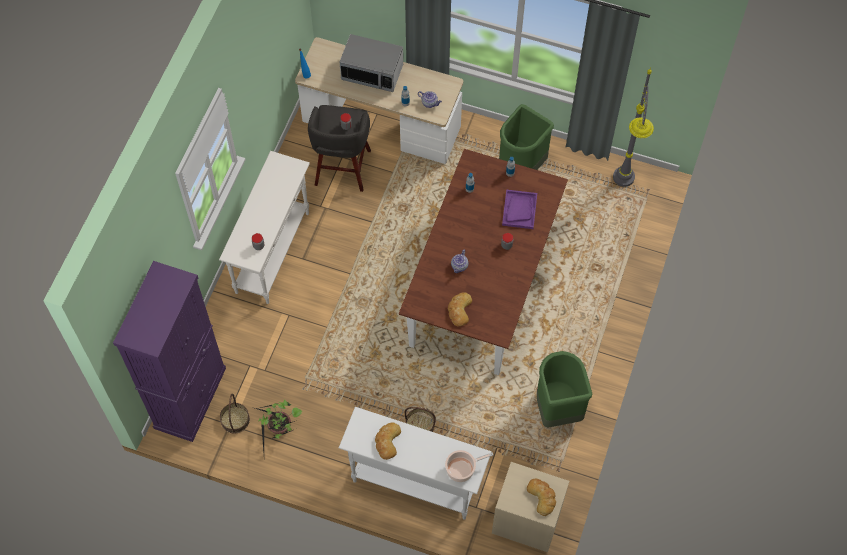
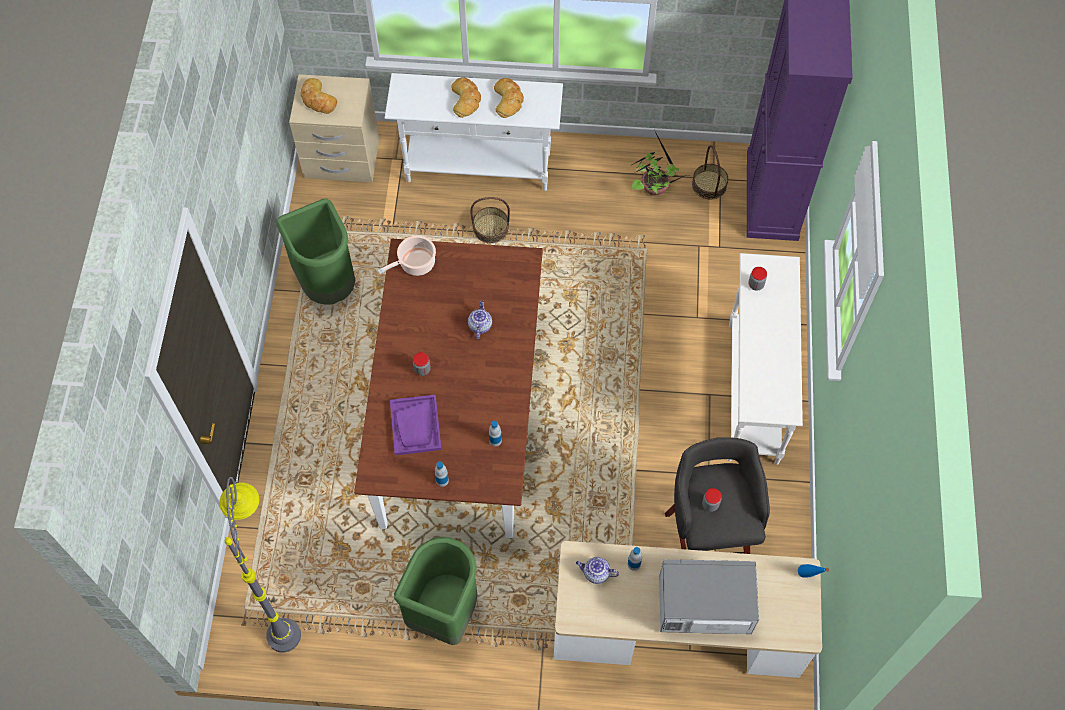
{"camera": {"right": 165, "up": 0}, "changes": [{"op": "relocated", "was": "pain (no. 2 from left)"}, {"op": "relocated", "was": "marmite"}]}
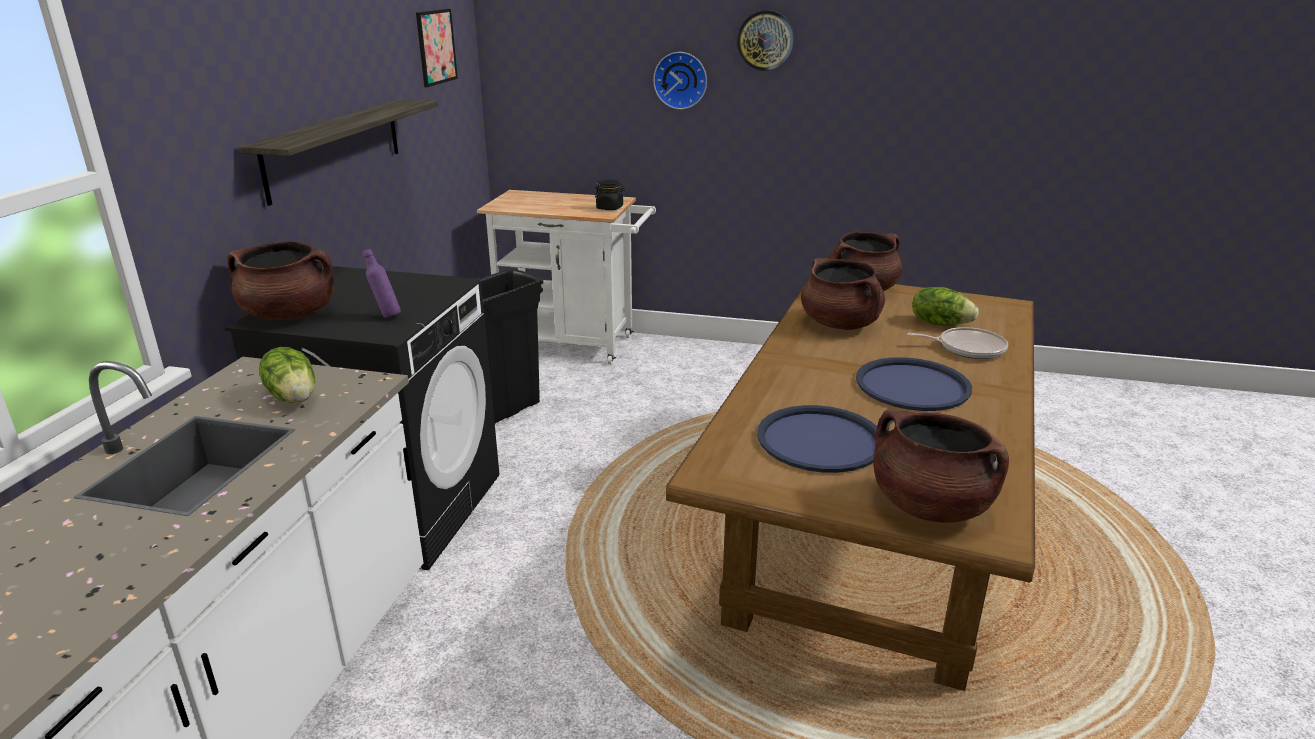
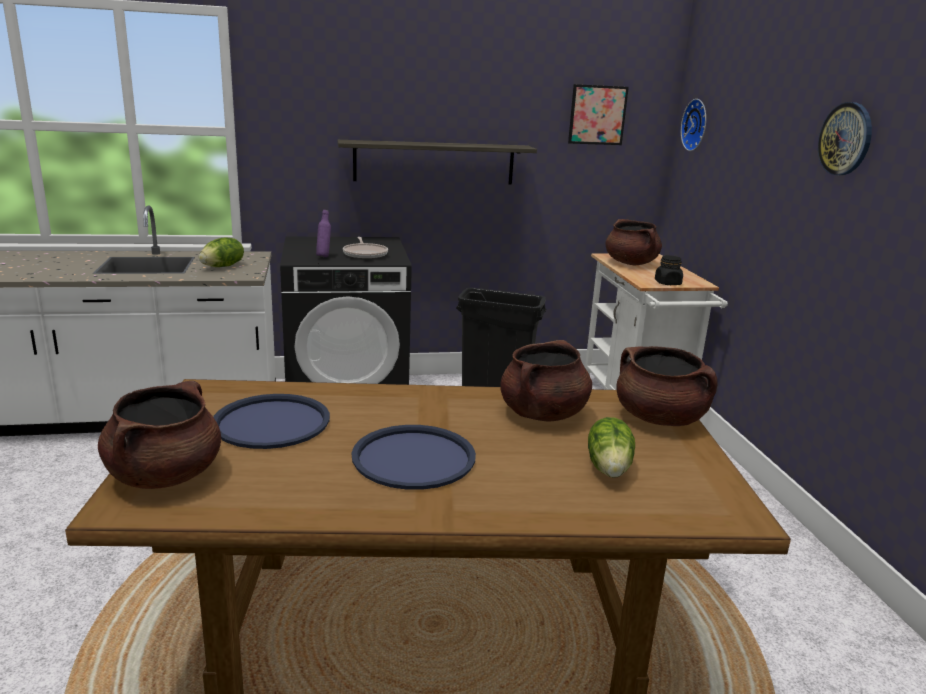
{"camera": {"right": 65, "up": -5}, "changes": [{"op": "relocated", "was": "horloge murale (no. 1 from left)"}, {"op": "relocated", "was": "marmite (marron) (no. 1 from left in the first image)", "now": "marmite (marron) (no. 3 from left)"}, {"op": "relocated", "was": "poêle"}]}
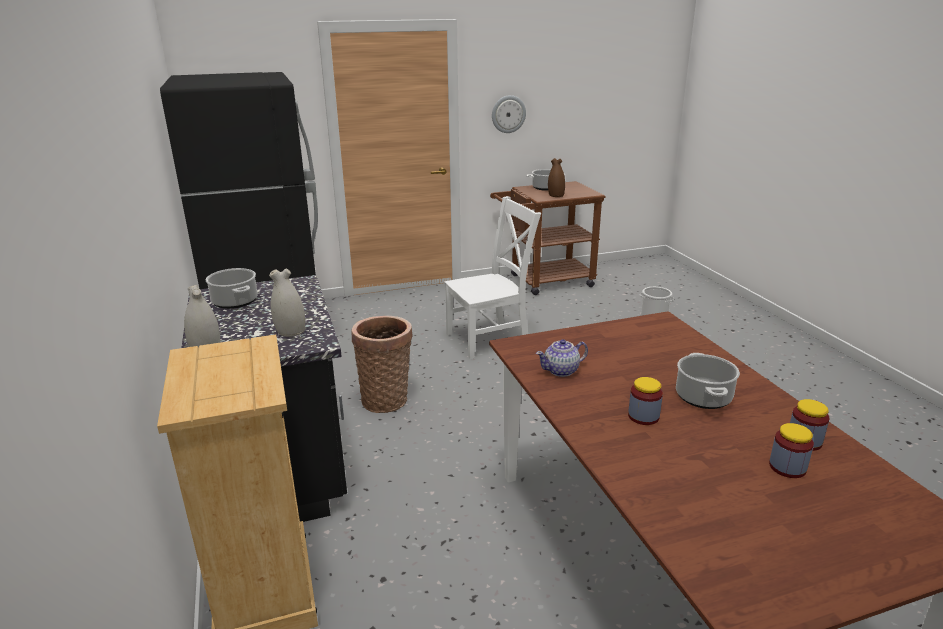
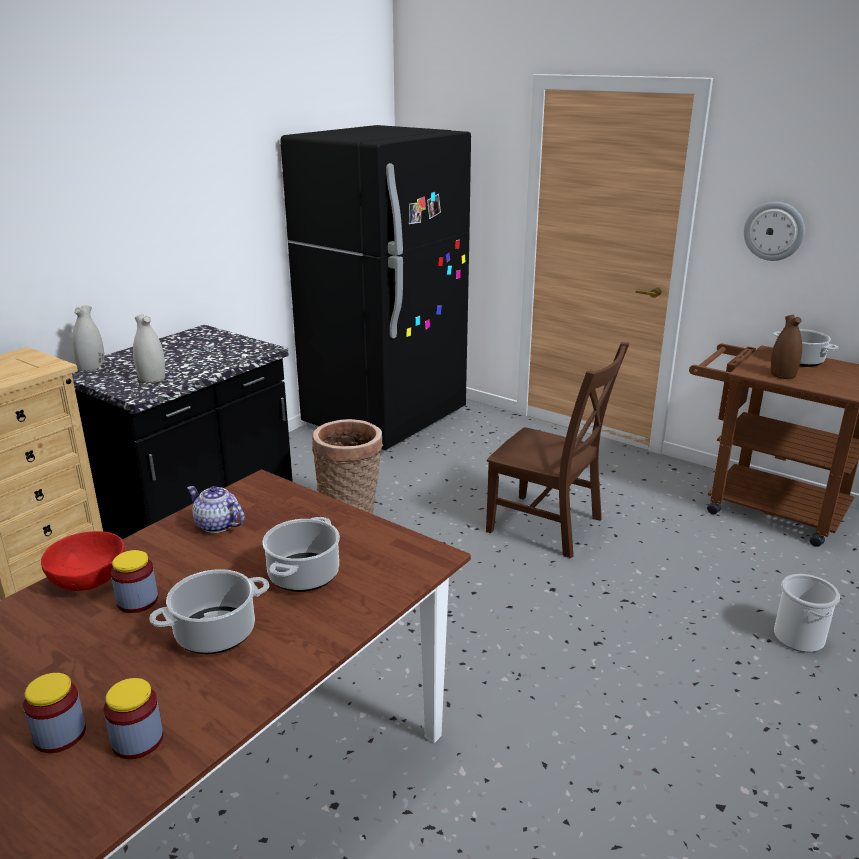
{"camera": {"right": 55, "up": 0}, "changes": [{"op": "colour", "was": "chaise (blanc)", "now": "chaise (marron)"}, {"op": "relocated", "was": "marmite (no. 1 from left in the first image)", "now": "marmite (no. 2 from left)"}, {"op": "appeared", "now": "bol (rouge)"}]}
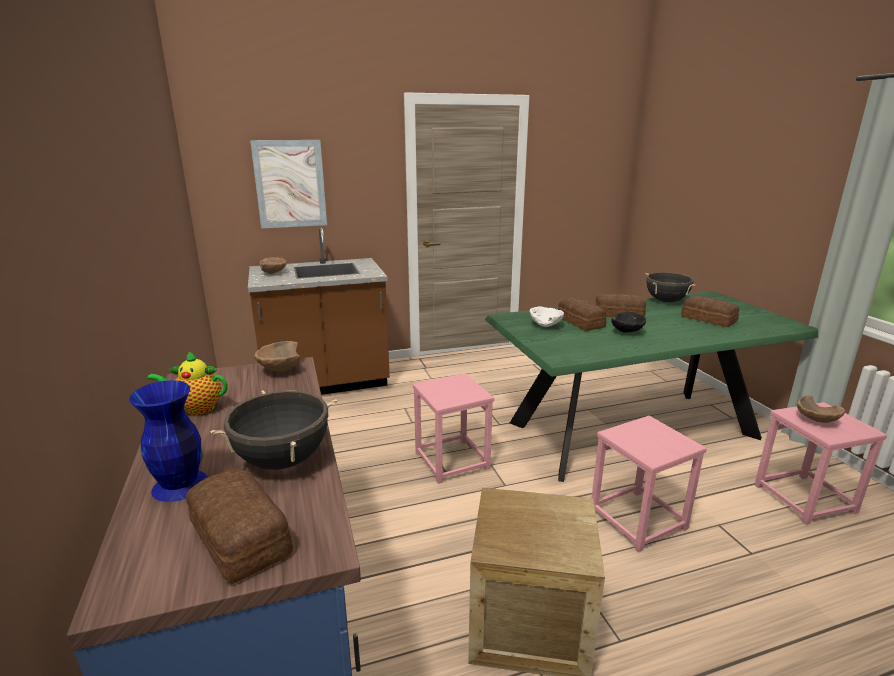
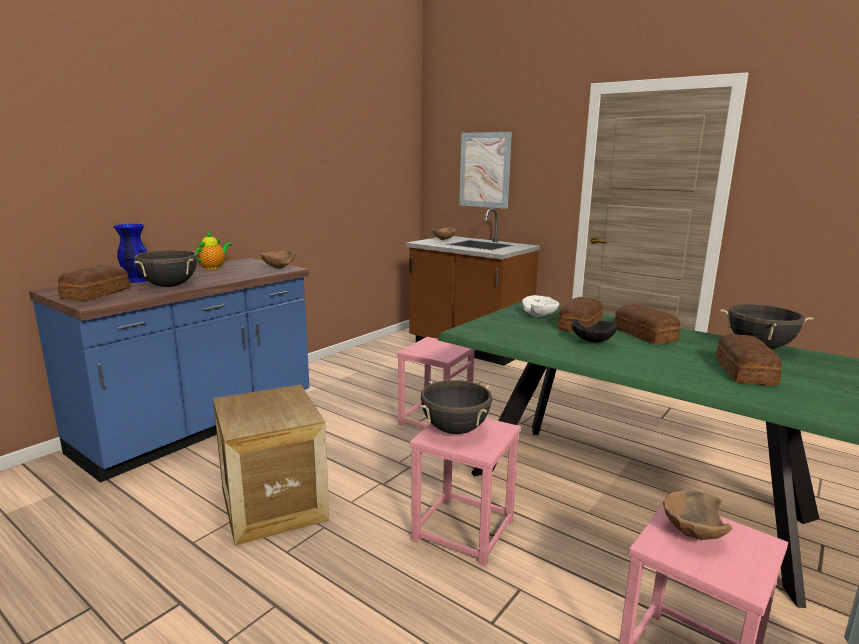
{"camera": {"right": 55, "up": -5}, "changes": [{"op": "spun", "was": "théière", "clockwise": 60}, {"op": "appeared", "now": "marmite (noir) (no. 2 from left)"}]}
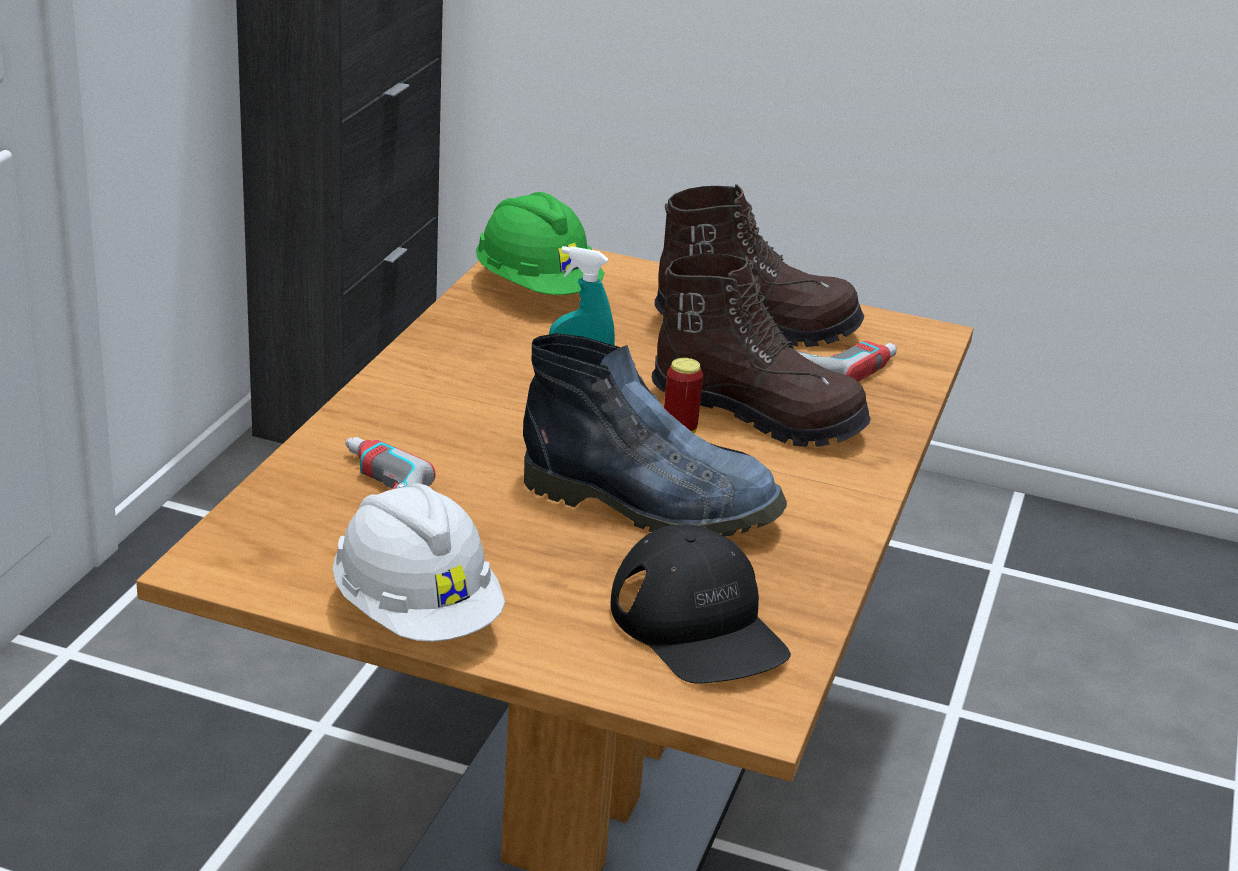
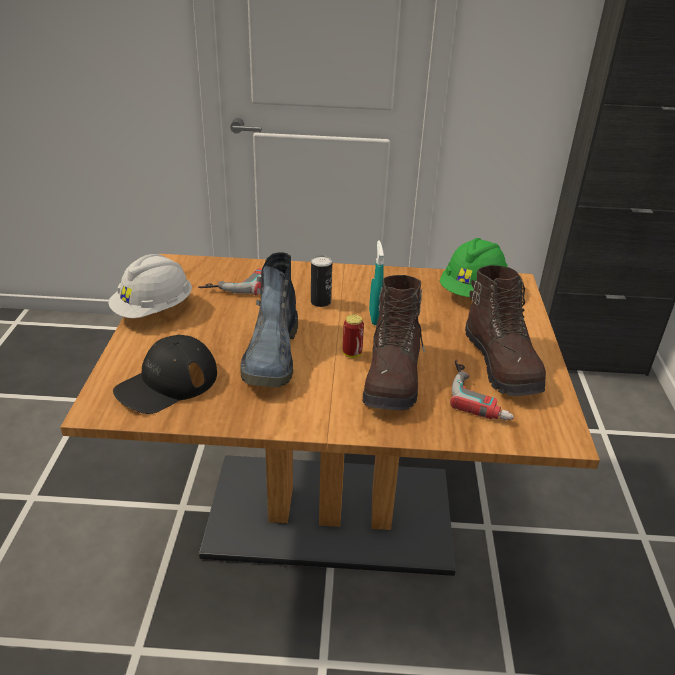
{"camera": {"right": 75, "up": 5}, "changes": [{"op": "appeared", "now": "boîte métallique (no. 1 from left)"}]}
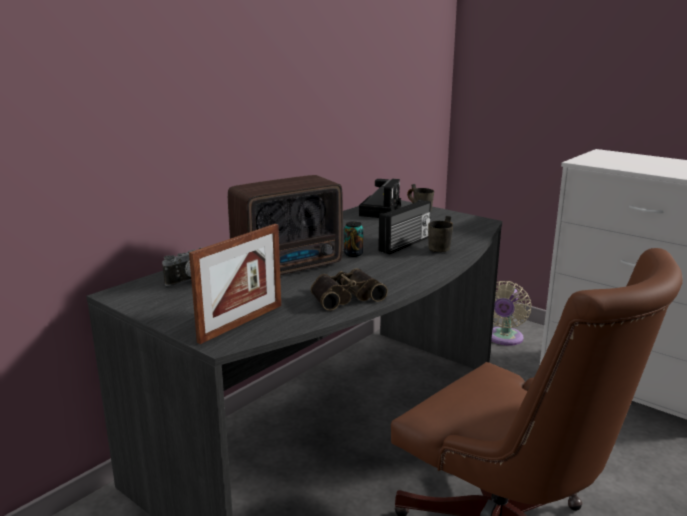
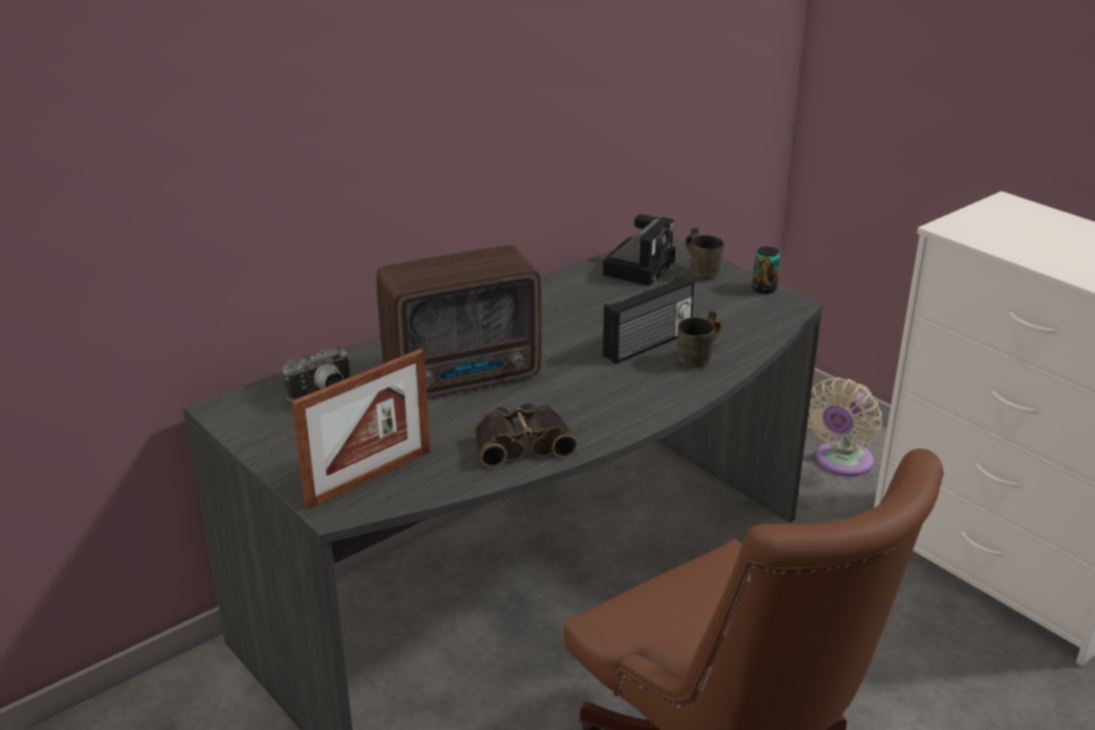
{"camera": {"right": 10, "up": 10}, "changes": [{"op": "relocated", "was": "boîte métallique"}]}
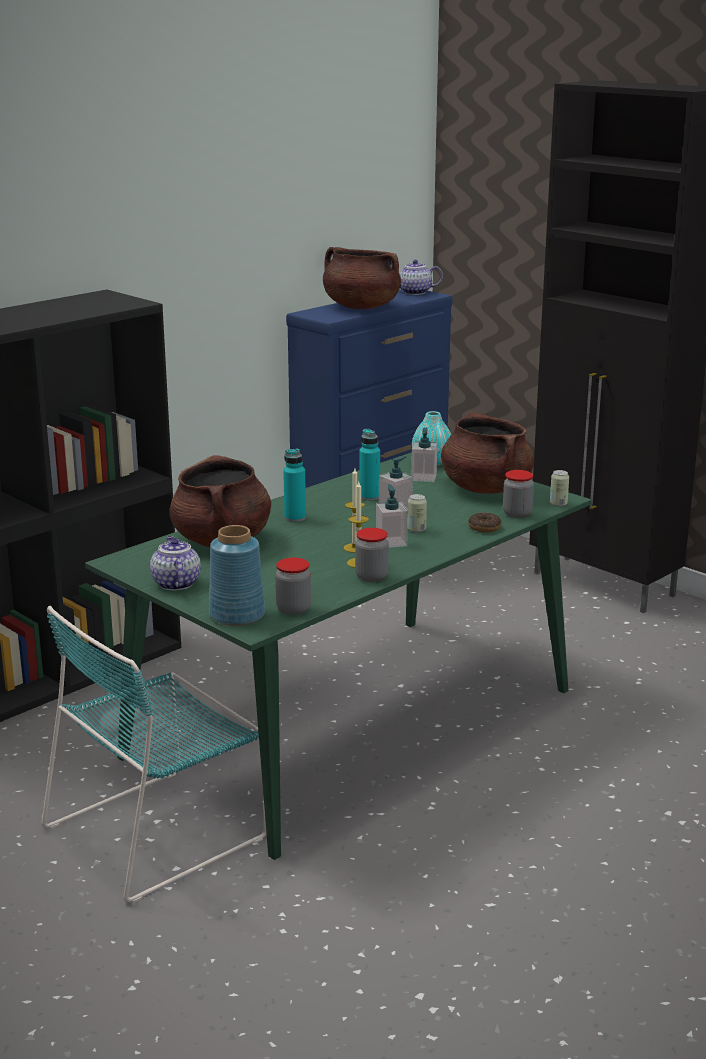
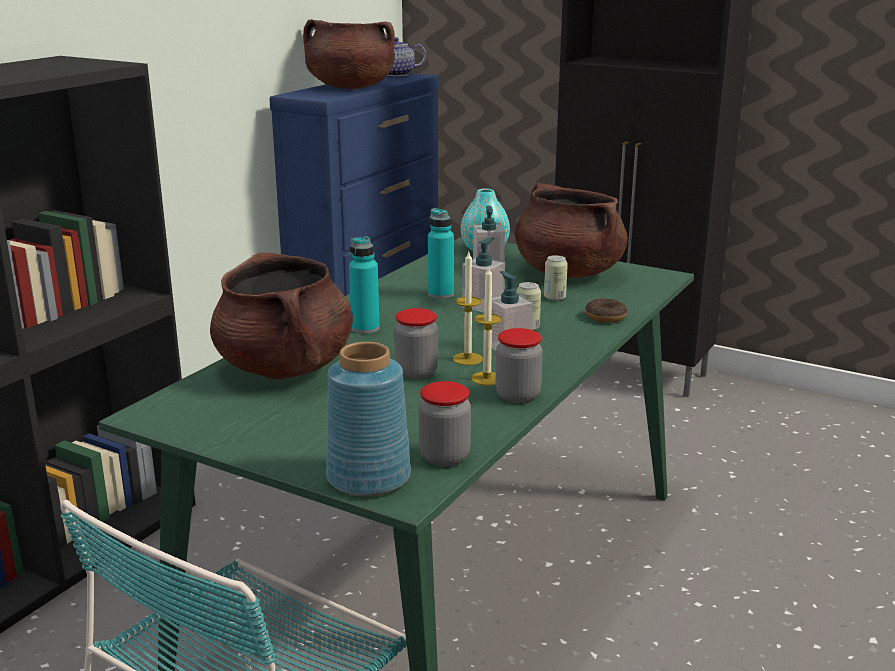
{"camera": {"right": -15, "up": 0}, "changes": [{"op": "relocated", "was": "bocal (no. 3 from left in the first image)", "now": "bocal (no. 1 from left)"}, {"op": "relocated", "was": "boîte métallique (no. 2 from left)"}, {"op": "missing", "was": "théière (no. 1 from left)"}]}
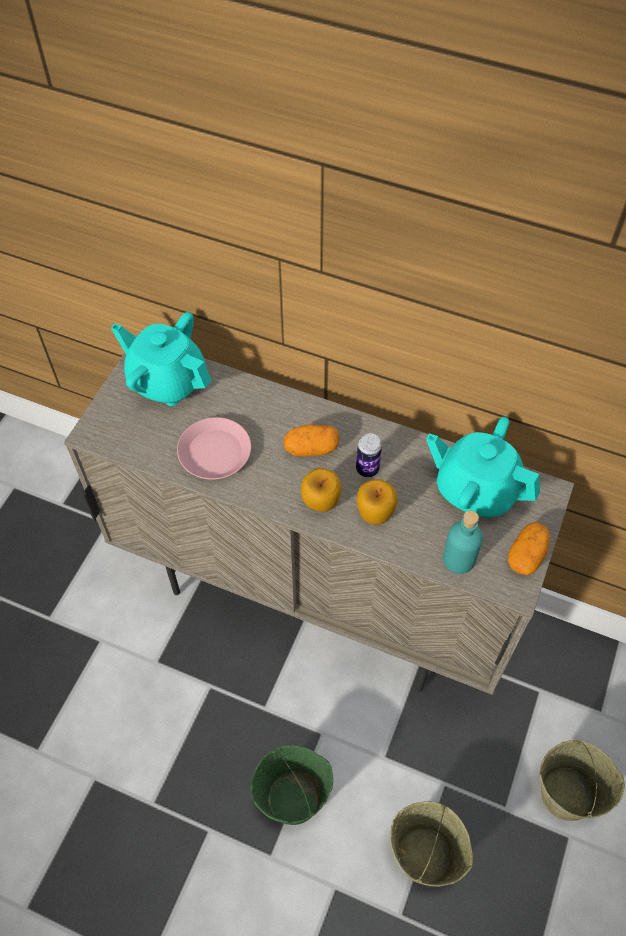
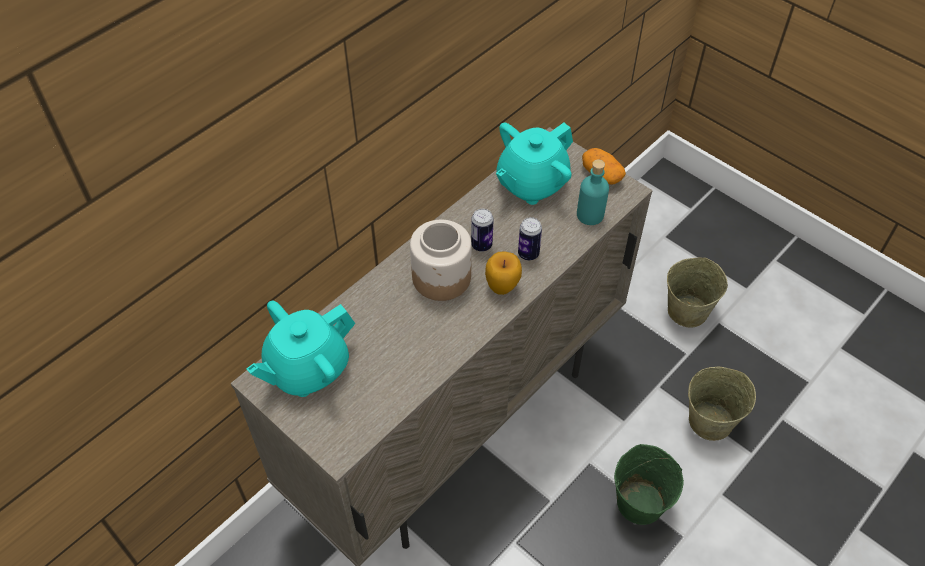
{"camera": {"right": -70, "up": -5}, "changes": [{"op": "missing", "was": "assiette (rose)"}, {"op": "exchanged", "was": "pomme de terre (no. 1 from left)", "now": "bocal"}, {"op": "exchanged", "was": "pomme (no. 2 from left)", "now": "boîte métallique (no. 2 from left)"}]}
